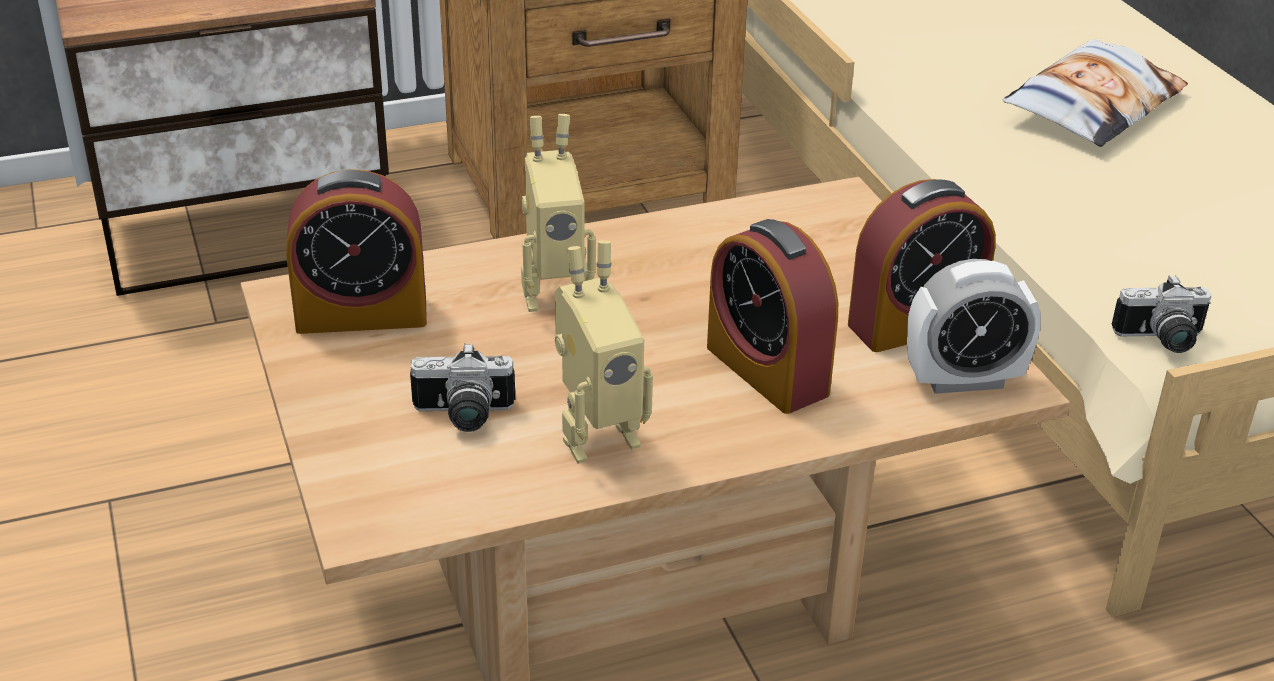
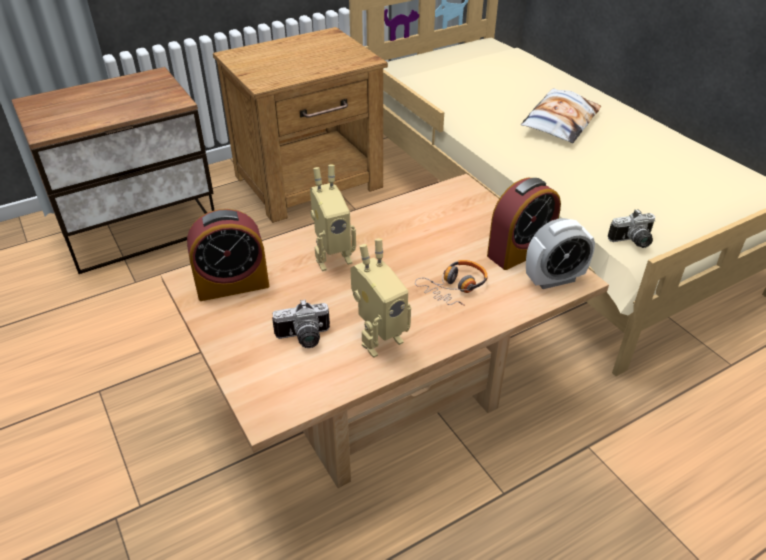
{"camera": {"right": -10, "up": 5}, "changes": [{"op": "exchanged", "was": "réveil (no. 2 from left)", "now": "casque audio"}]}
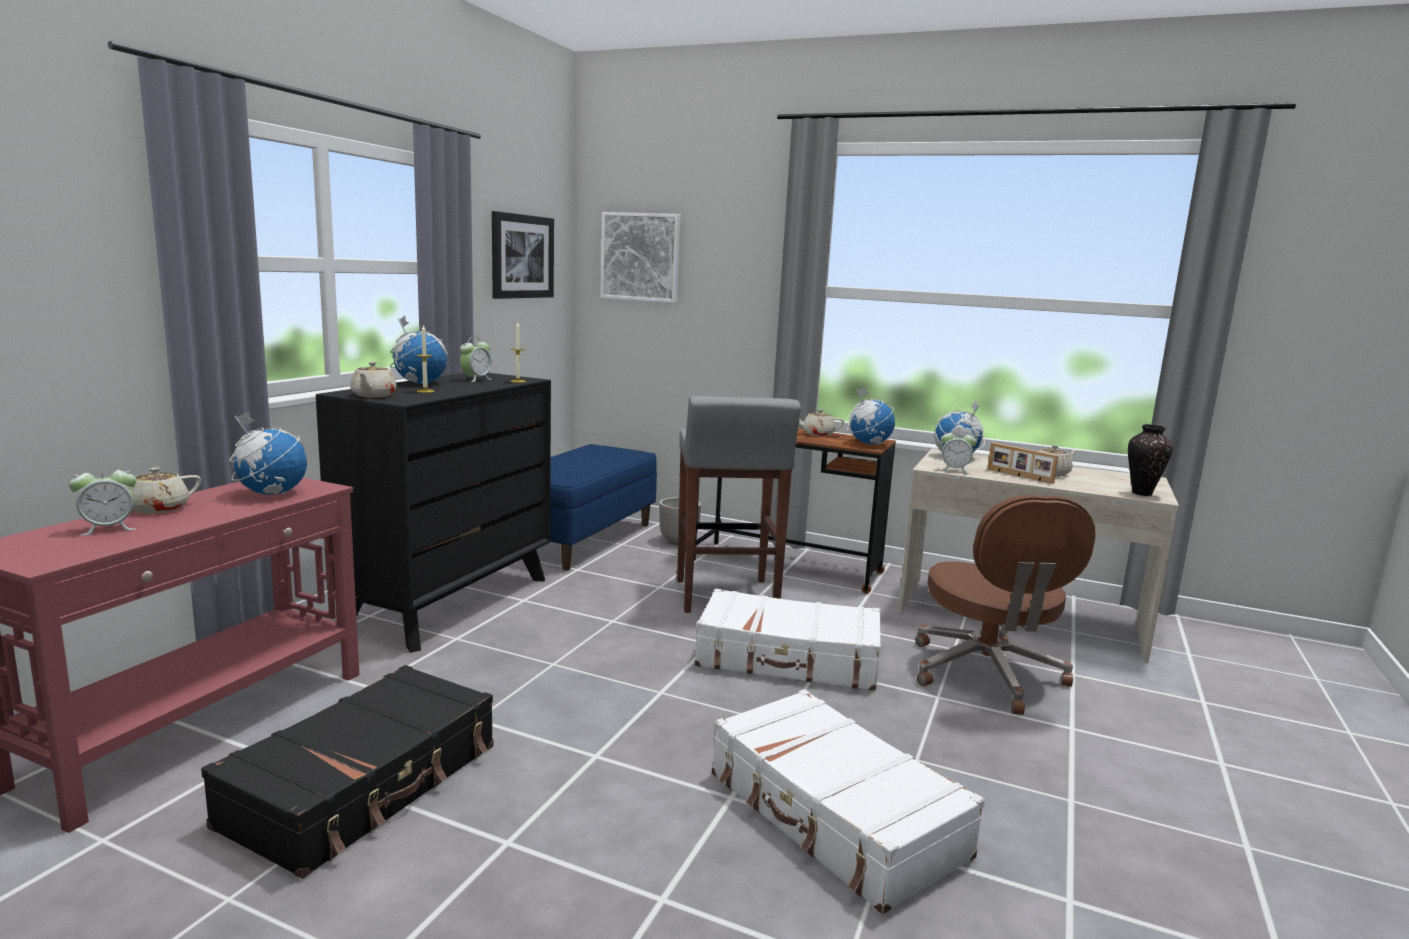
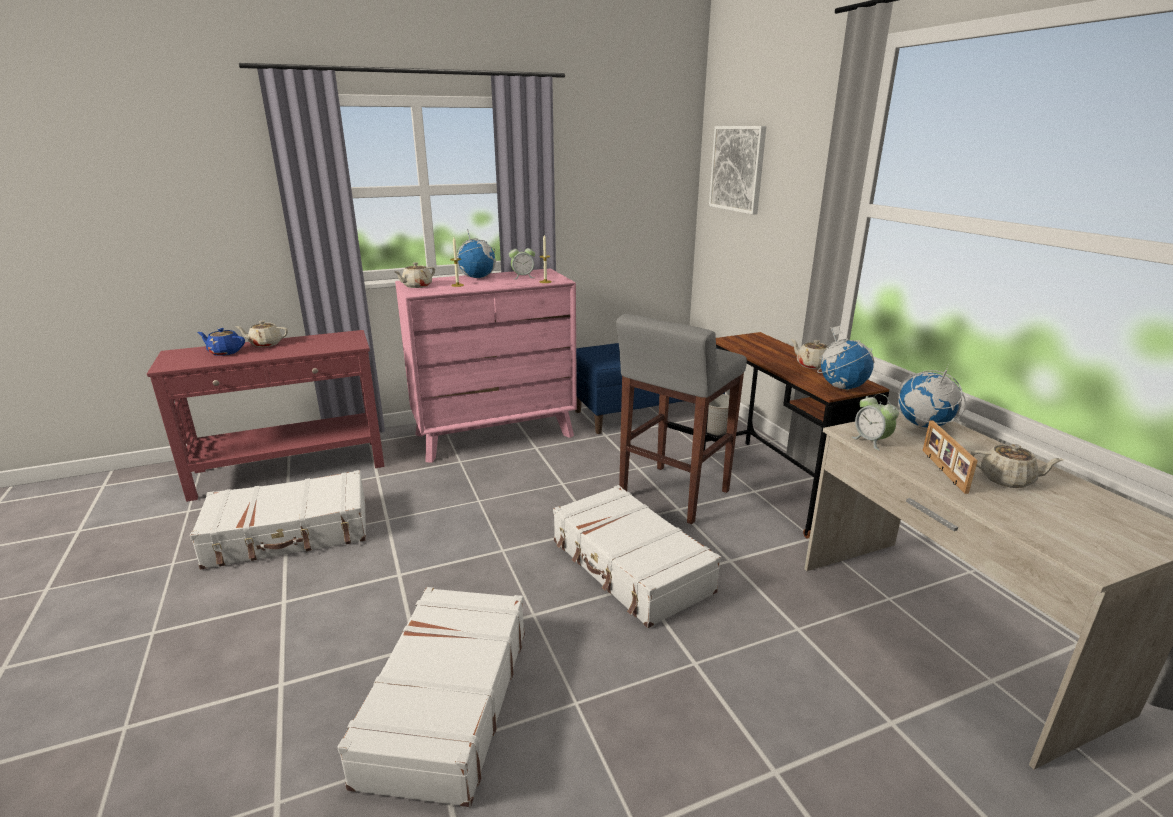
{"camera": {"right": 45, "up": 10}, "changes": [{"op": "missing", "was": "tableau (no. 1 from left)"}, {"op": "colour", "was": "commode (noir)", "now": "commode (rose)"}, {"op": "missing", "was": "globe (no. 1 from left)"}, {"op": "missing", "was": "vase"}, {"op": "exchanged", "was": "réveil (no. 1 from left)", "now": "théière (bleu)"}, {"op": "missing", "was": "chaise de bureau (marron)"}, {"op": "colour", "was": "valise (noir)", "now": "valise (blanc) (no. 1 from left)"}]}
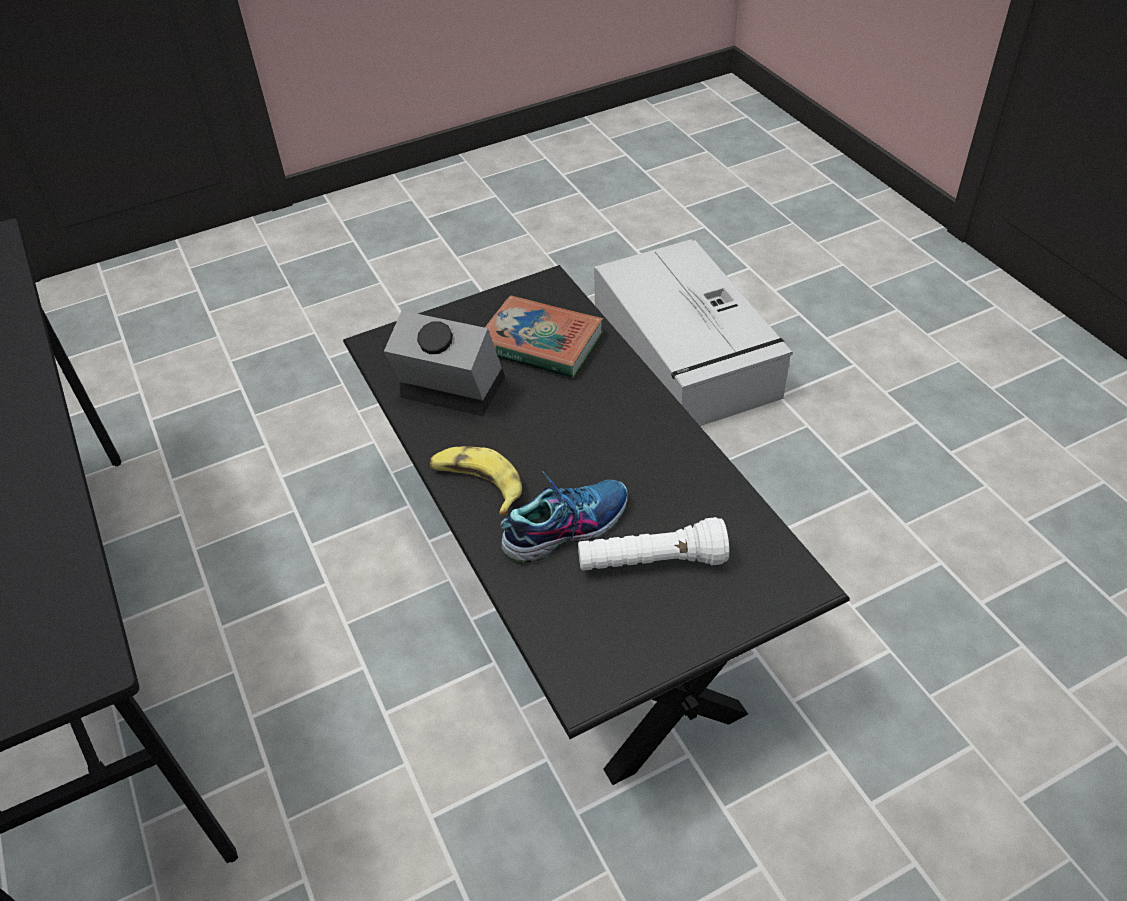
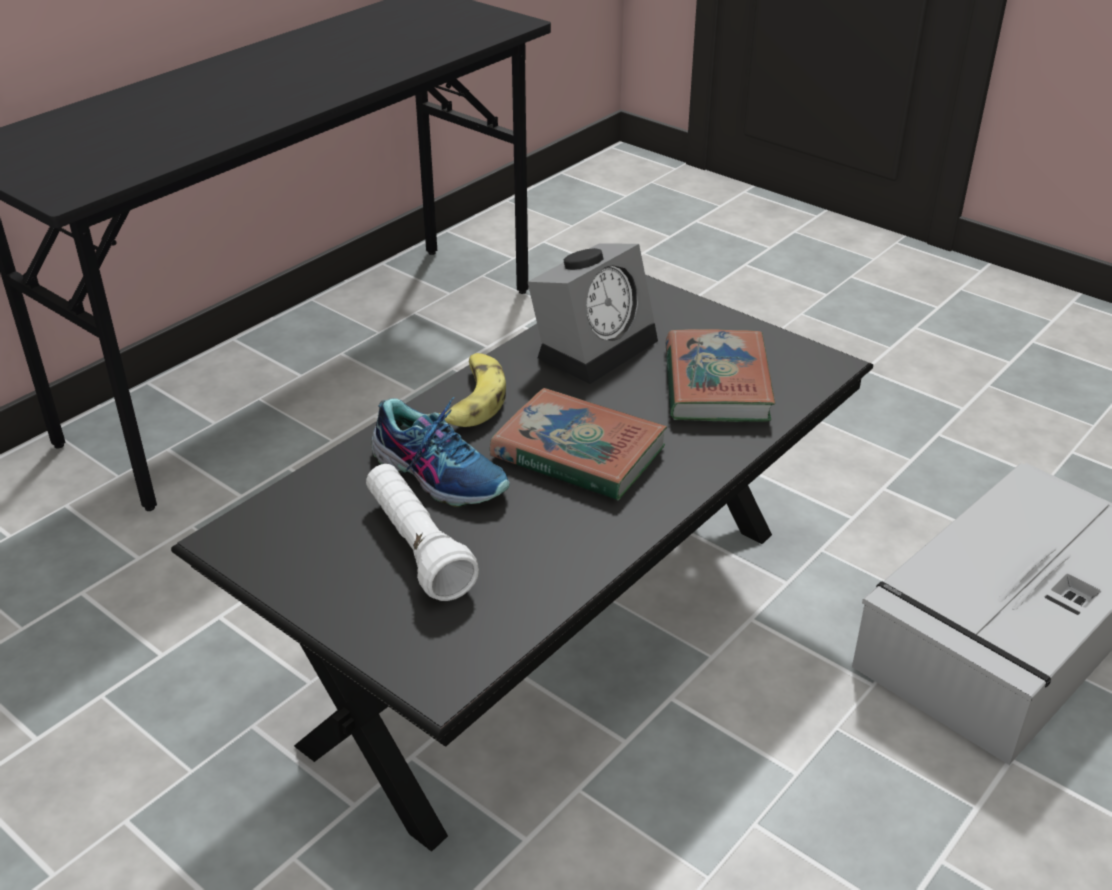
{"camera": {"right": 65, "up": -10}, "changes": [{"op": "spun", "was": "réveil", "clockwise": 45}, {"op": "appeared", "now": "livre (no. 1 from left)"}]}
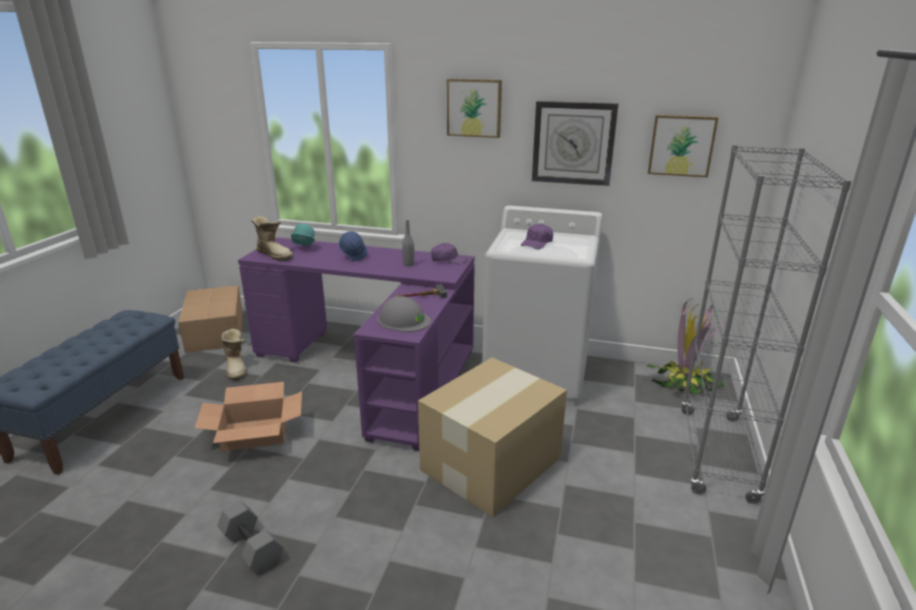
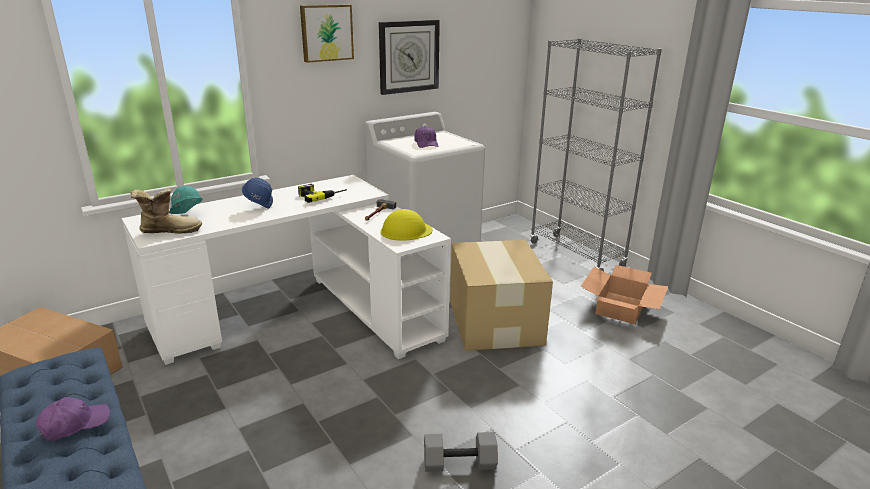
{"camera": {"right": -50, "up": 0}, "changes": [{"op": "missing", "was": "tableau (no. 2 from left)"}, {"op": "exchanged", "was": "bouteille (gris)", "now": "perceuse"}, {"op": "colour", "was": "bureau (violet)", "now": "bureau (blanc)"}, {"op": "relocated", "was": "casquette (violet) (no. 1 from left)"}, {"op": "colour", "was": "casque de chantier (gris)", "now": "casque de chantier (jaune)"}, {"op": "missing", "was": "plante en pot"}, {"op": "missing", "was": "botte (no. 1 from left)"}, {"op": "relocated", "was": "carton (no. 2 from left in the first image)", "now": "carton (no. 3 from left)"}]}
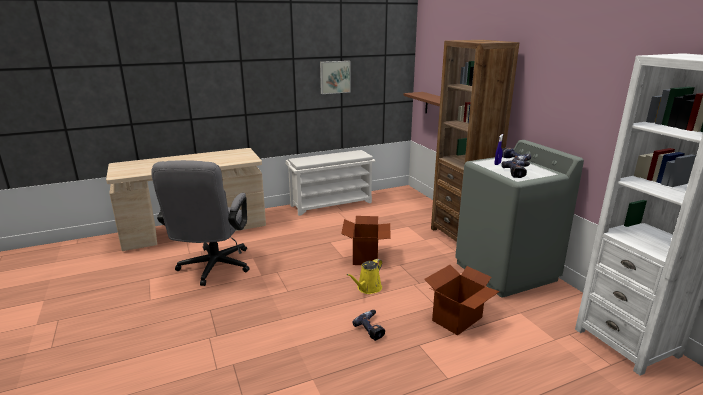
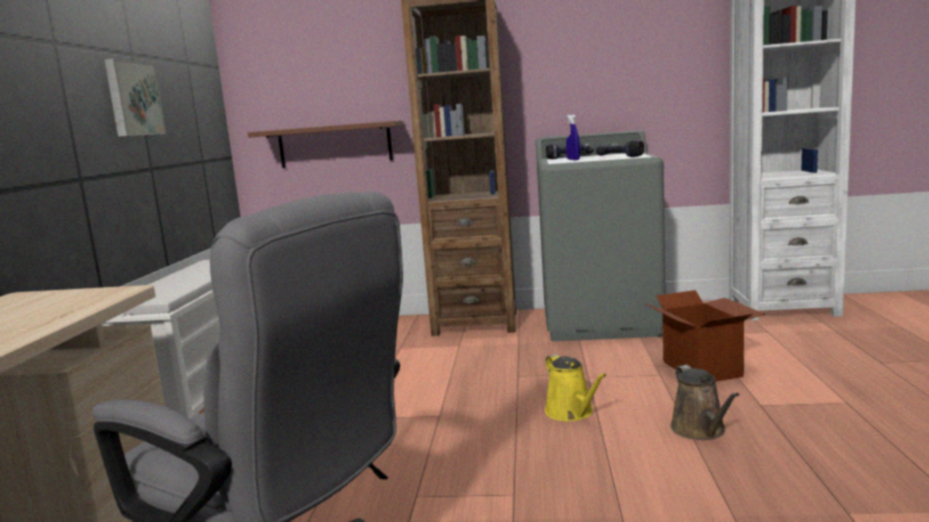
{"camera": {"right": -60, "up": -10}, "changes": [{"op": "missing", "was": "carton (no. 1 from left)"}, {"op": "exchanged", "was": "perceuse (no. 1 from left)", "now": "arrosoir (marron)"}]}
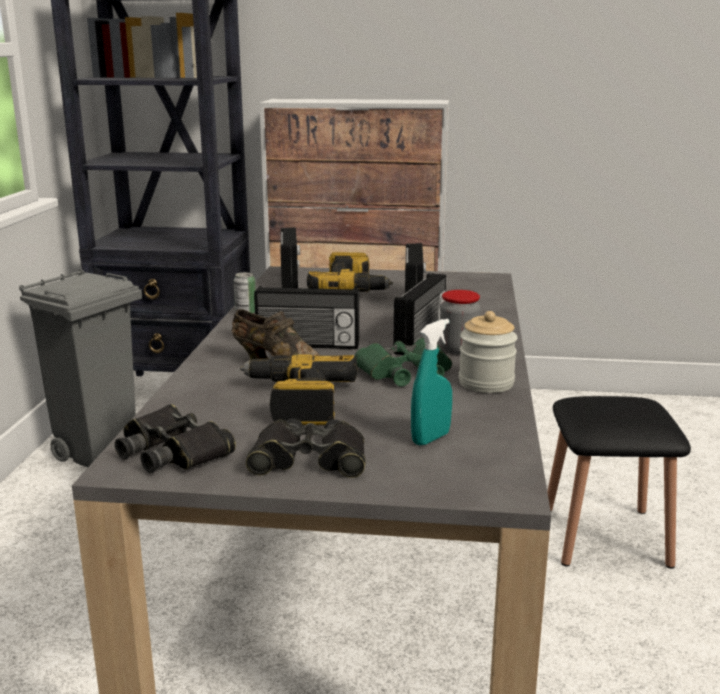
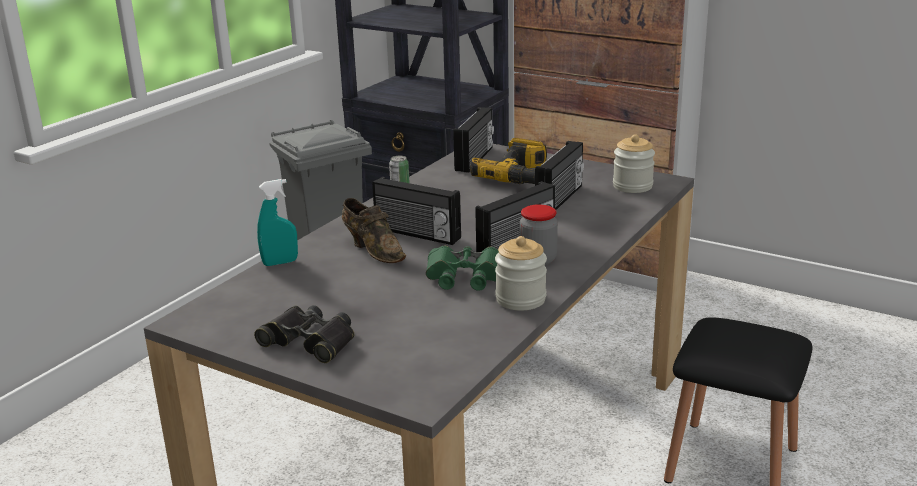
{"camera": {"right": 25, "up": 5}, "changes": [{"op": "relocated", "was": "vaporisateur (turquoise)"}, {"op": "missing", "was": "perceuse (no. 1 from left)"}, {"op": "missing", "was": "jumelles (noir) (no. 1 from left)"}, {"op": "appeared", "now": "bocal (no. 3 from left)"}]}
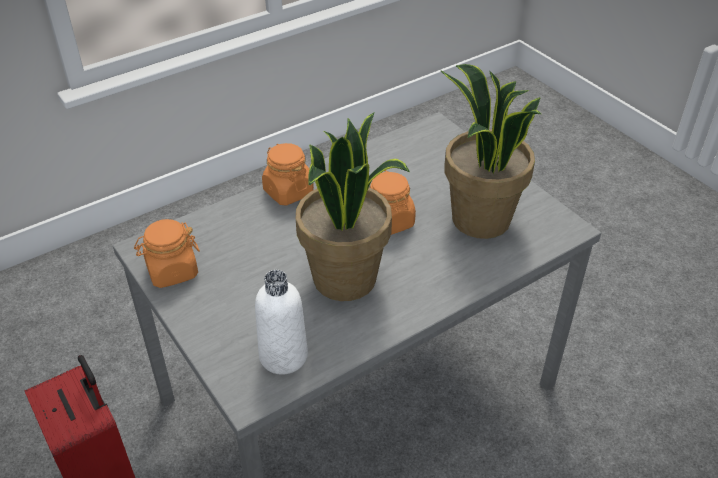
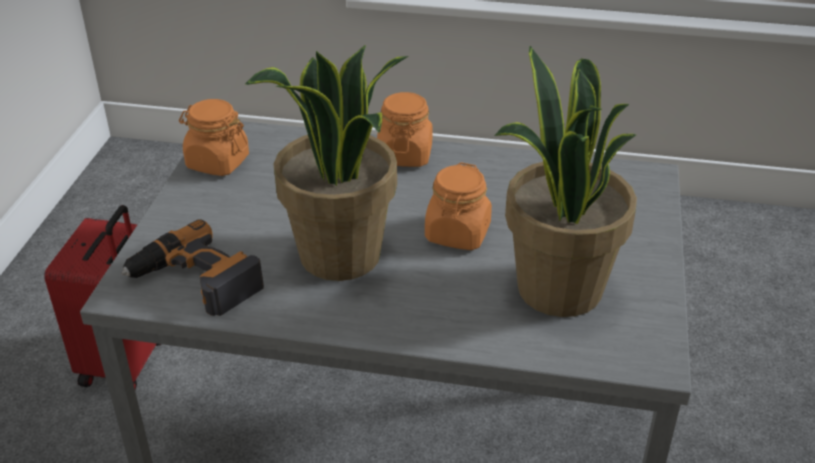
{"camera": {"right": 45, "up": -5}, "changes": [{"op": "exchanged", "was": "bouteille (blanc)", "now": "perceuse"}]}
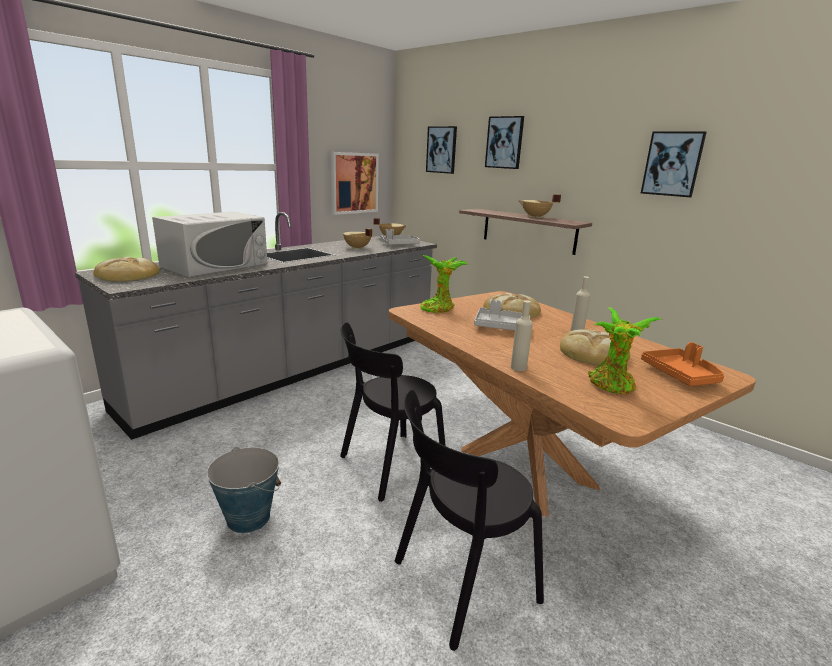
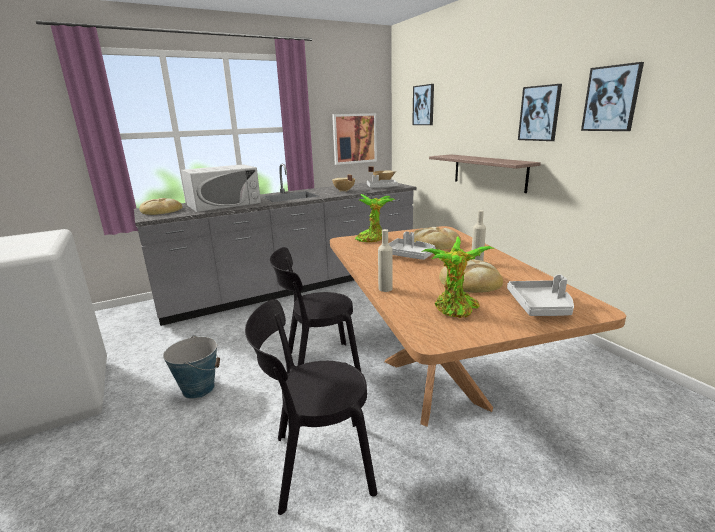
{"camera": {"right": 20, "up": 0}, "changes": [{"op": "relocated", "was": "tableau (no. 3 from left)"}, {"op": "missing", "was": "marmite (beige) (no. 3 from left)"}, {"op": "colour", "was": "plateau (orange)", "now": "plateau (gris) (no. 3 from left)"}]}
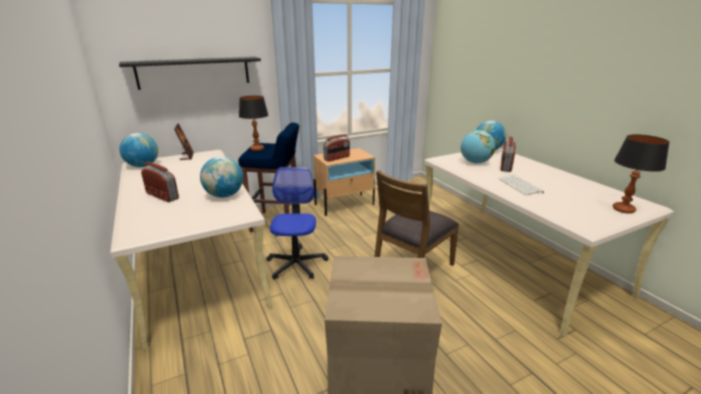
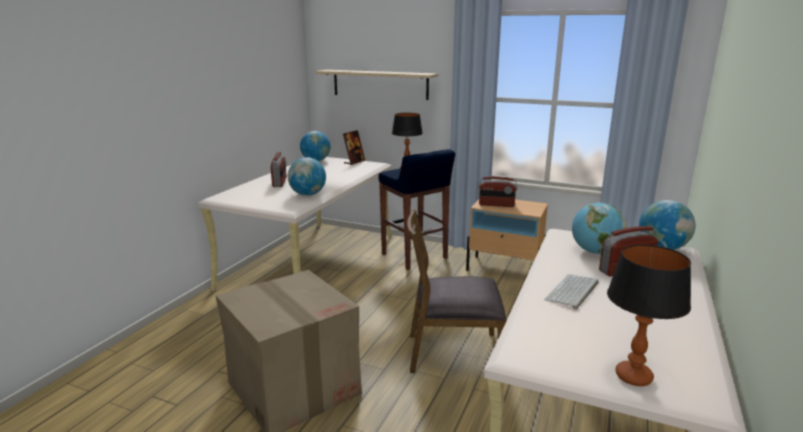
{"camera": {"right": 50, "up": -5}, "changes": [{"op": "colour", "was": "étagère (noir)", "now": "étagère (beige)"}, {"op": "missing", "was": "chaise de bureau"}]}
